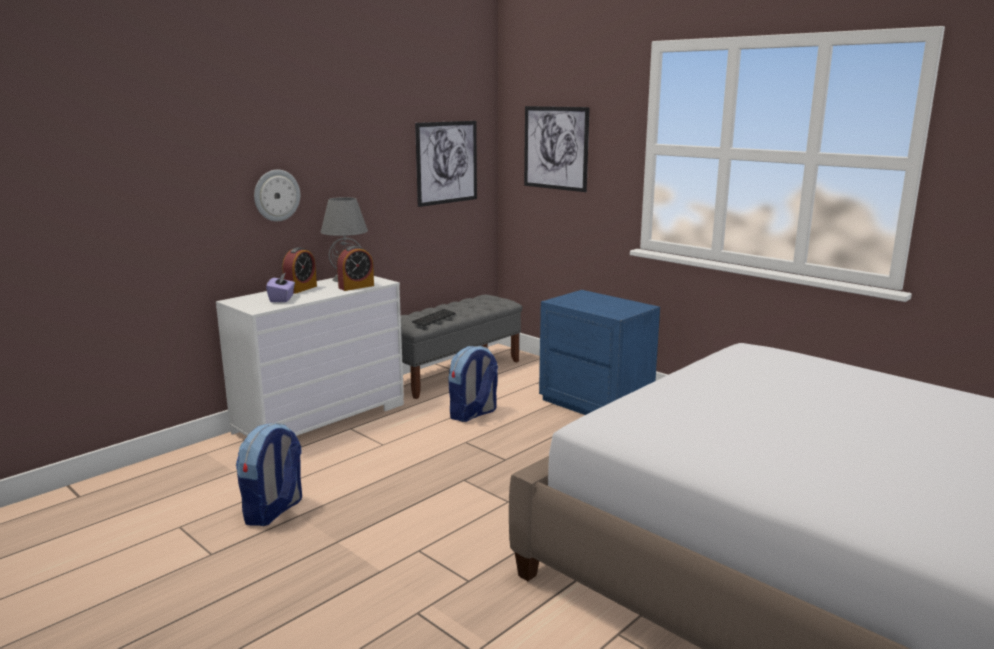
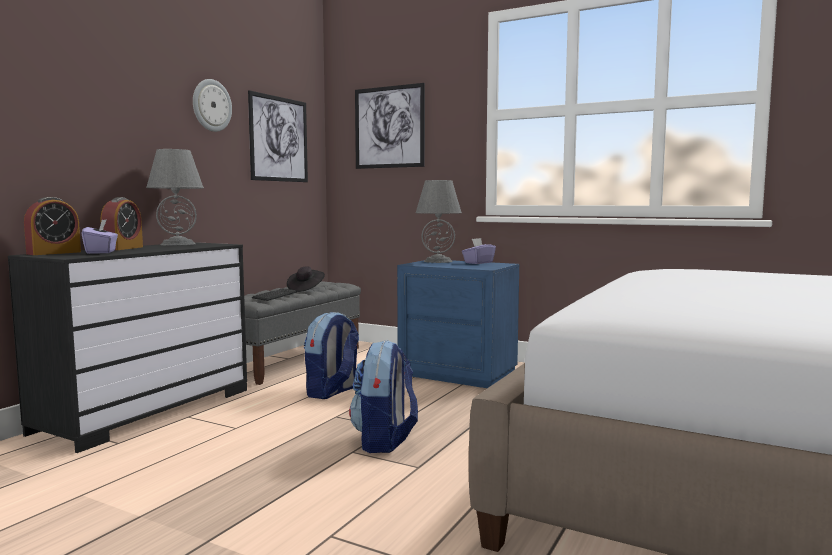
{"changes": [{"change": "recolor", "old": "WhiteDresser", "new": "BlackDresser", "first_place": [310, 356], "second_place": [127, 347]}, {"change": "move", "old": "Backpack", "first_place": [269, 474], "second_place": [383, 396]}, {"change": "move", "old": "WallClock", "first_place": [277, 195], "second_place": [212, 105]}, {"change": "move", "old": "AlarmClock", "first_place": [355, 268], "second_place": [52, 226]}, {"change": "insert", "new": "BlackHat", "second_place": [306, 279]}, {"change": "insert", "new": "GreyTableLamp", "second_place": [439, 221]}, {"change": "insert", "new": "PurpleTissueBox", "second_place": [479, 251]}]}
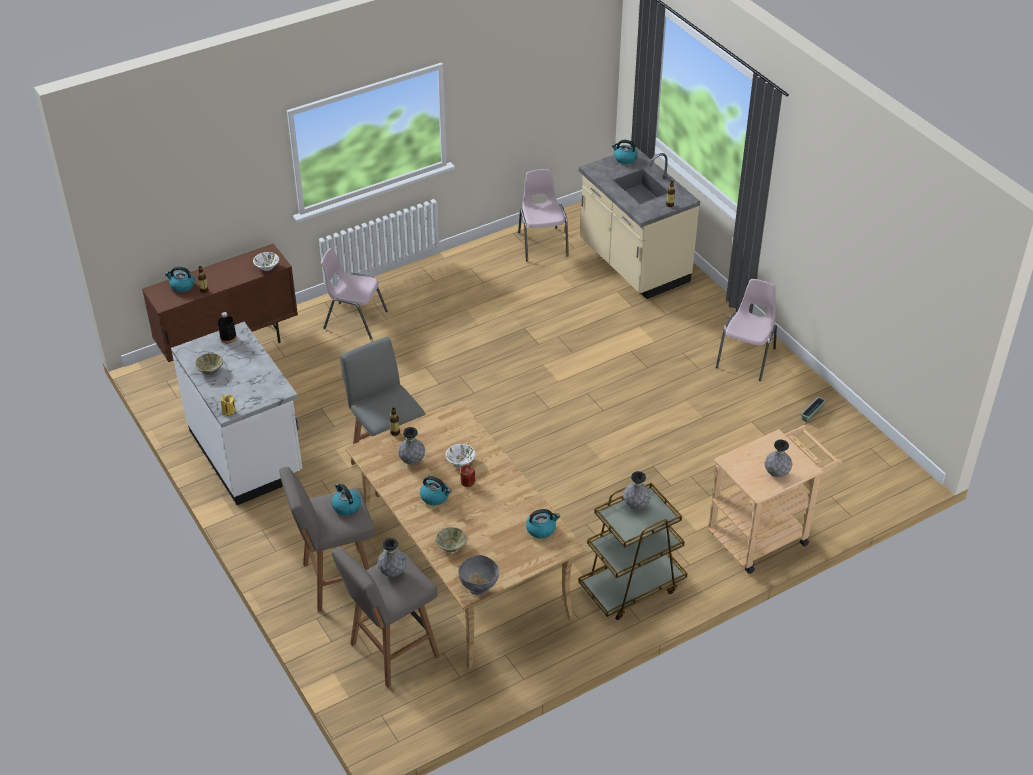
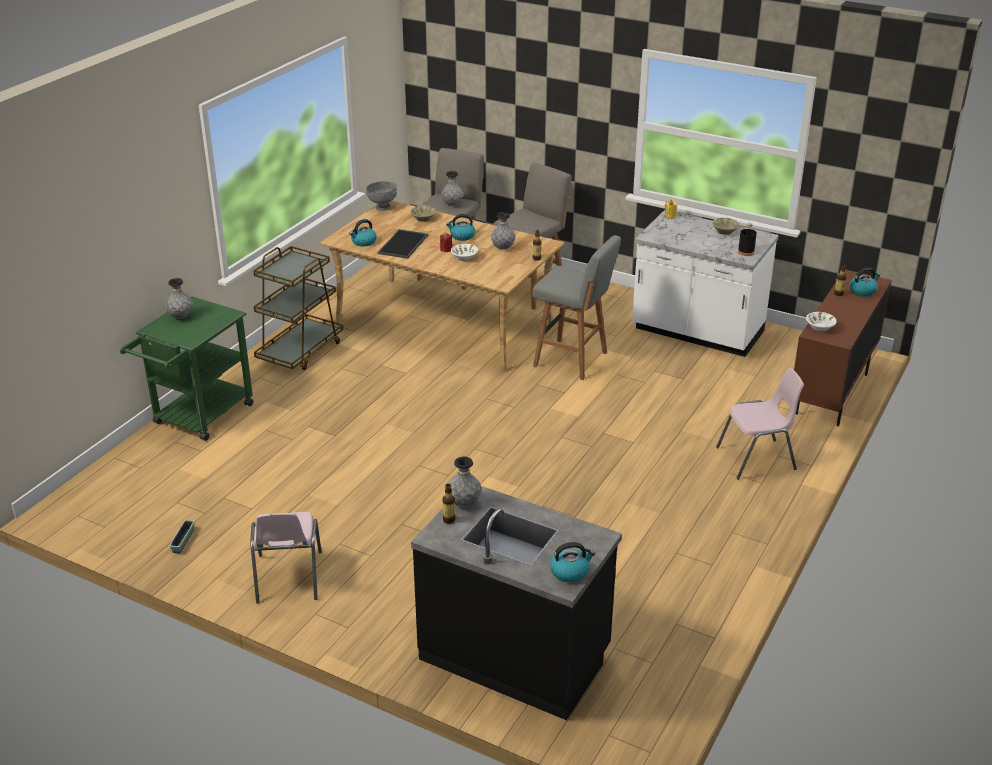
{"changes": [{"change": "delete", "old": "Kettle", "first_place": [346, 499]}, {"change": "delete", "old": "PinkChair", "first_place": [543, 215]}, {"change": "recolor", "old": "BeigeCounter", "new": "BlackCounter", "first_place": [639, 223], "second_place": [516, 603]}, {"change": "move", "old": "GreyVase", "first_place": [637, 490], "second_place": [464, 482]}, {"change": "recolor", "old": "BeigeCart", "new": "GreenCart", "first_place": [775, 499], "second_place": [186, 368]}, {"change": "insert", "new": "Tray", "second_place": [403, 244]}]}
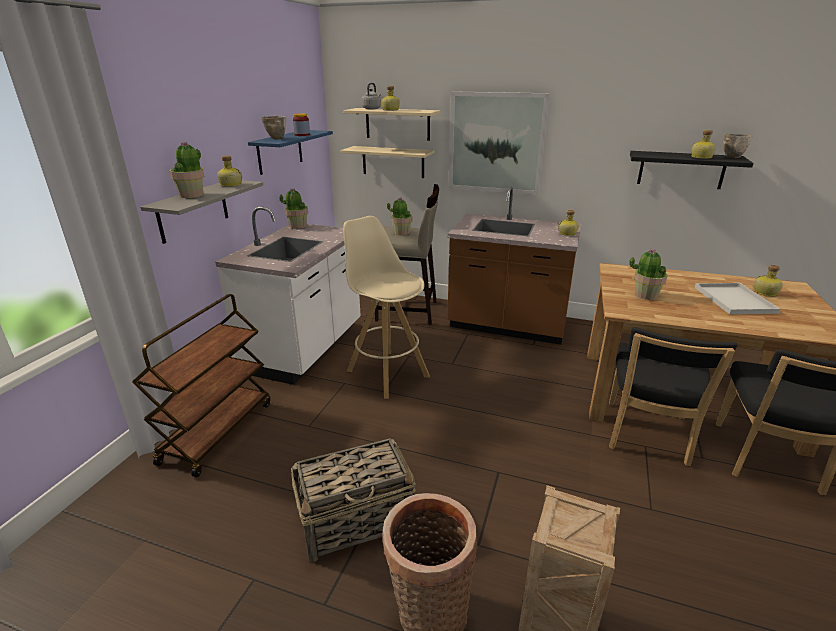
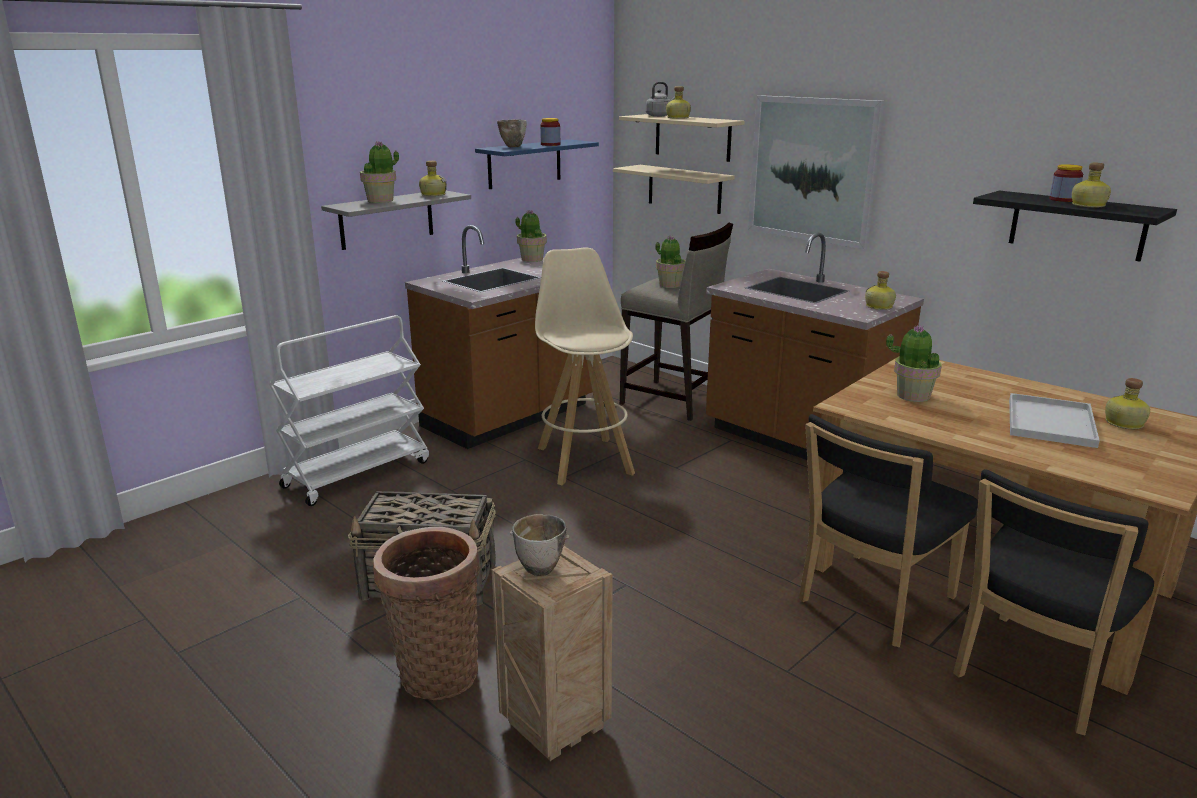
{"changes": [{"change": "recolor", "old": "BrownCart", "new": "WhiteCart", "first_place": [201, 385], "second_place": [349, 410]}, {"change": "recolor", "old": "WhiteCounter", "new": "BrownCounter", "first_place": [288, 295], "second_place": [499, 337]}, {"change": "move", "old": "Bowl", "first_place": [737, 146], "second_place": [539, 545]}, {"change": "insert", "new": "Jar", "second_place": [1066, 183]}]}
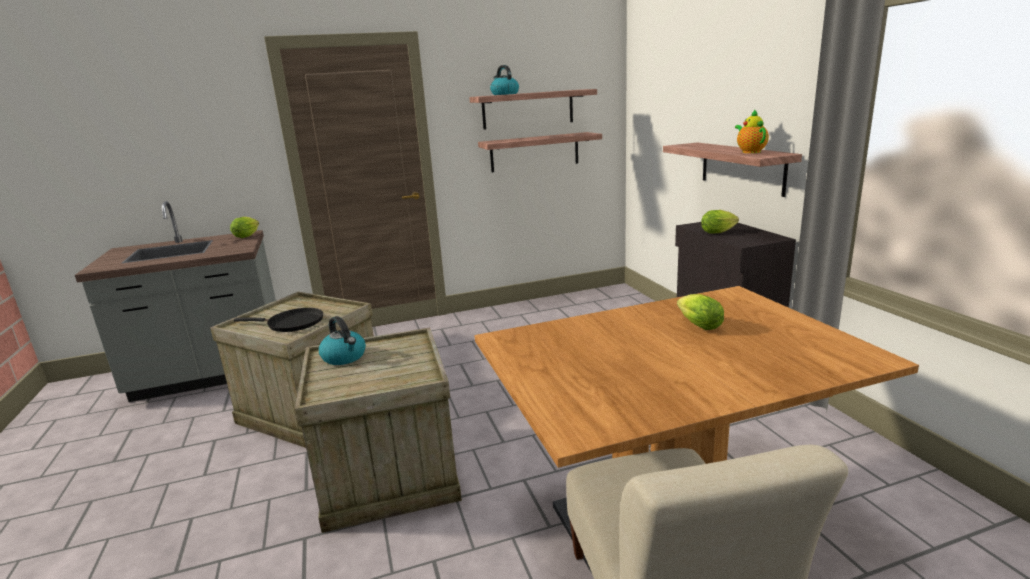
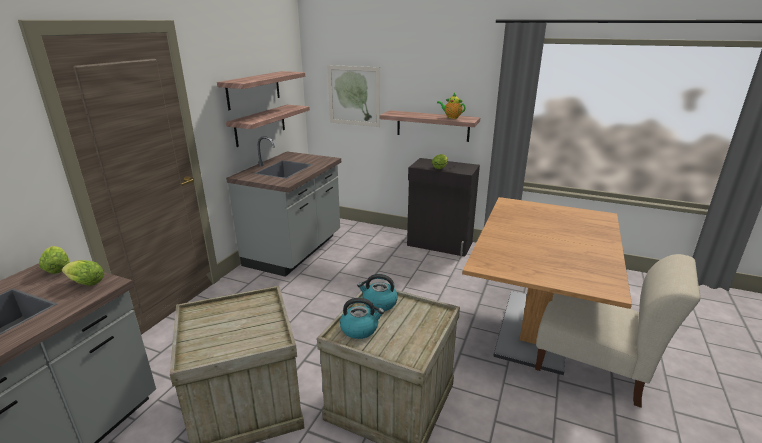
{"changes": [{"change": "delete", "old": "BlackFryingPan", "first_place": [278, 320]}, {"change": "move", "old": "Kettle", "first_place": [504, 80], "second_place": [377, 292]}, {"change": "move", "old": "Lettuce", "first_place": [700, 312], "second_place": [83, 273]}, {"change": "insert", "new": "GreyCounter", "second_place": [283, 206]}, {"change": "insert", "new": "Picture", "second_place": [353, 96]}]}
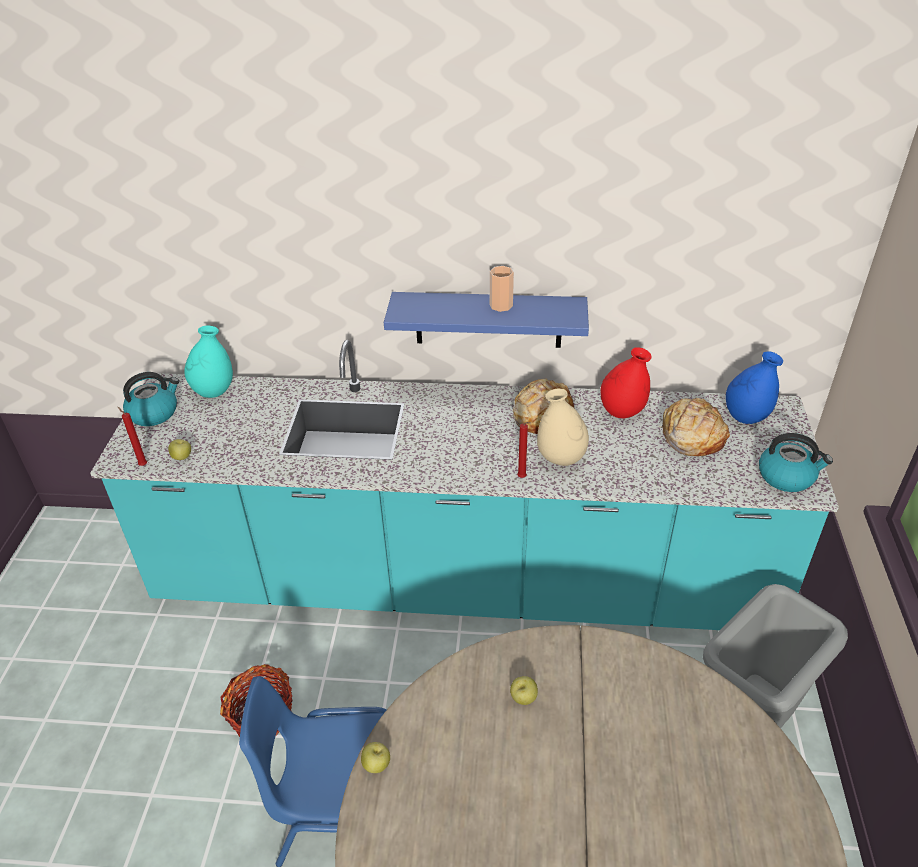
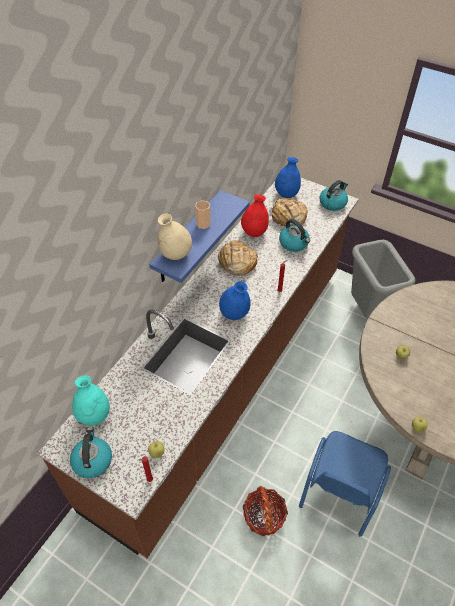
{"changes": [{"change": "recolor", "old": "TurquoiseCounter", "new": "BrownCounter", "first_place": [464, 485], "second_place": [198, 367]}, {"change": "move", "old": "BeigeVase", "first_place": [563, 427], "second_place": [174, 237]}, {"change": "insert", "new": "BlueVase", "second_place": [234, 300]}, {"change": "insert", "new": "Kettle", "second_place": [294, 235]}]}
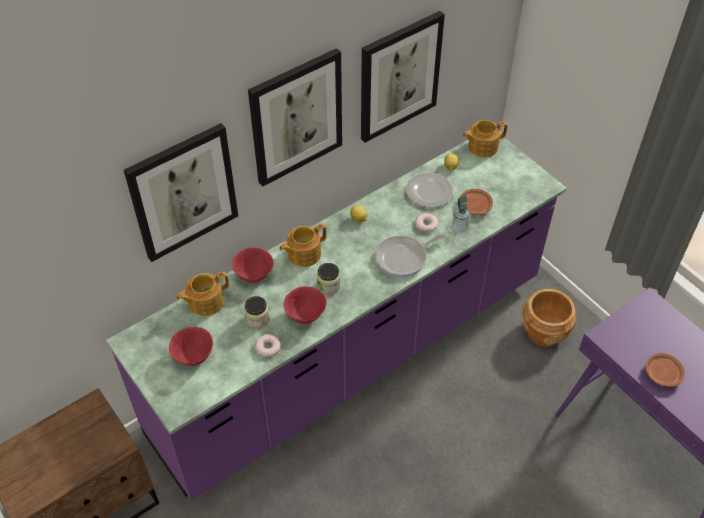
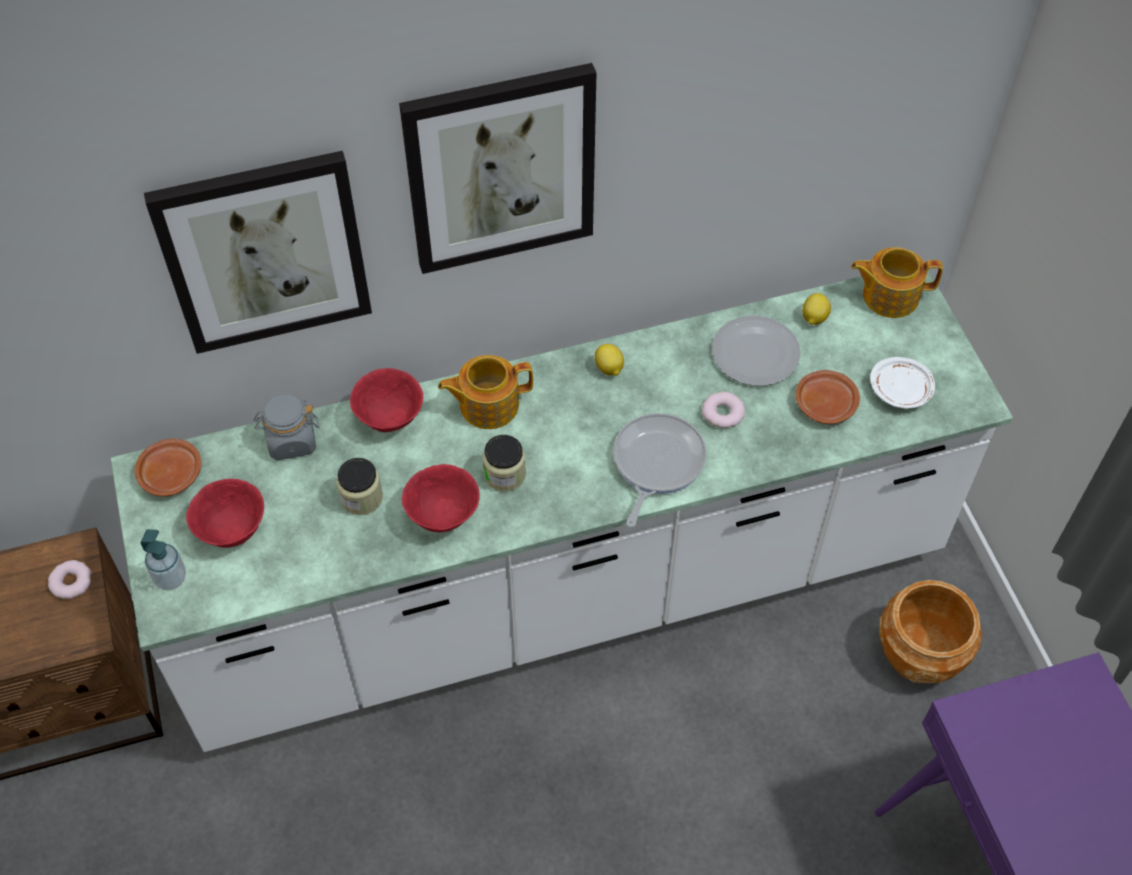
{"changes": [{"change": "recolor", "old": "PurpleCounter", "new": "WhiteCounter", "first_place": [336, 317], "second_place": [562, 511]}, {"change": "replace", "old": "Teapot", "new": "GreyJar", "first_place": [202, 294], "second_place": [287, 427]}, {"change": "move", "old": "Donut", "first_place": [268, 345], "second_place": [70, 579]}, {"change": "delete", "old": "Picture", "first_place": [403, 77]}, {"change": "rotate", "old": "FryingPan", "first_place": [410, 255], "second_place": [660, 470], "degrees": 120}, {"change": "move", "old": "SoapDispenser", "first_place": [461, 214], "second_place": [163, 559]}, {"change": "move", "old": "BrownPlate", "first_place": [665, 370], "second_place": [168, 468]}, {"change": "insert", "new": "WhitePlate", "second_place": [902, 383]}]}
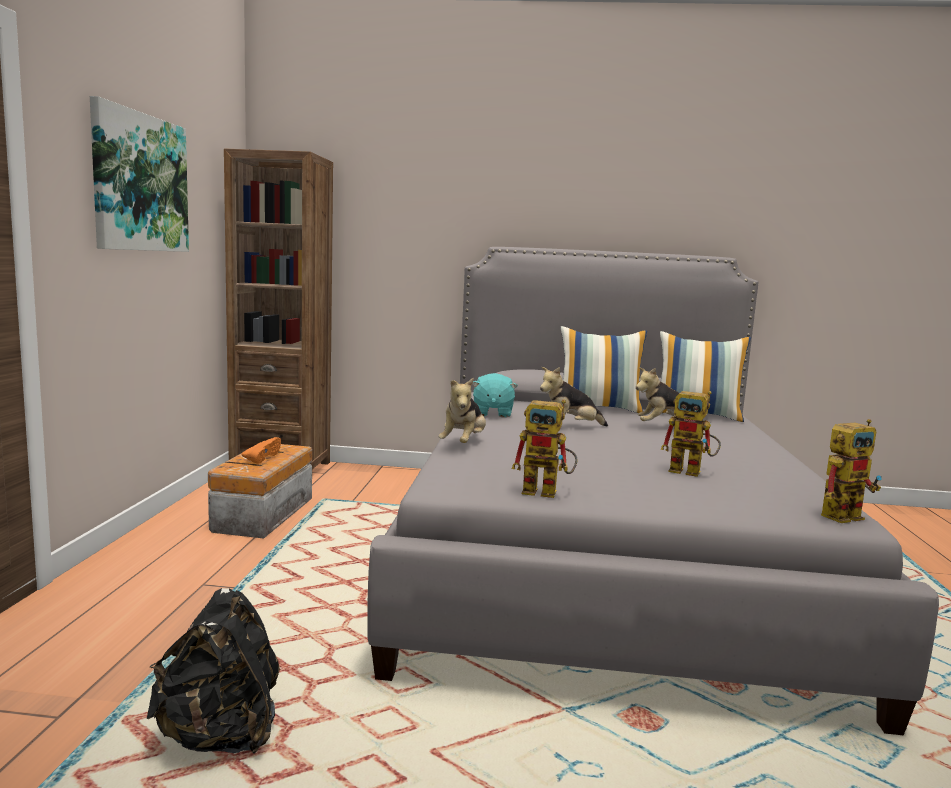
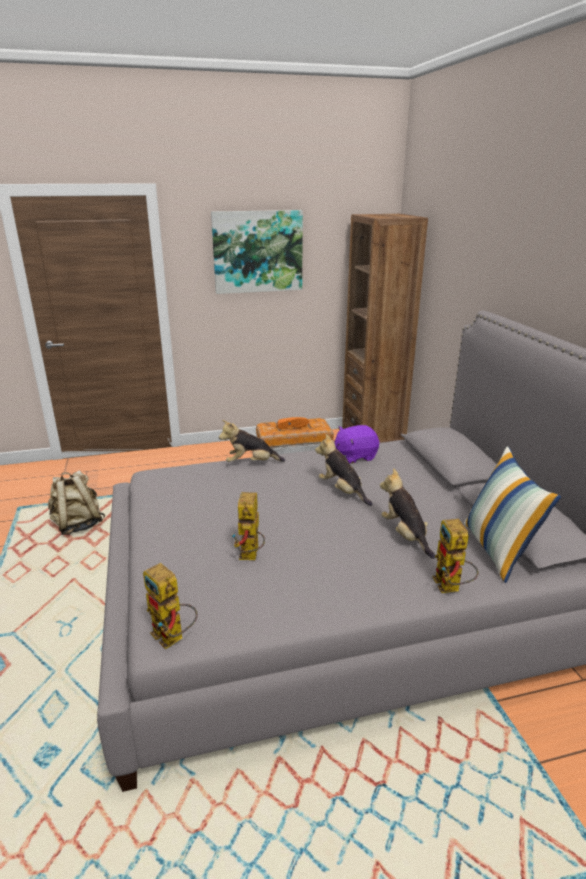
{"changes": [{"change": "recolor", "old": "BlackBackpack", "new": "BeigeBackpack", "first_place": [213, 671], "second_place": [76, 502]}, {"change": "recolor", "old": "TurquoisePlushToy", "new": "PurplePlushToy", "first_place": [495, 395], "second_place": [356, 444]}, {"change": "move", "old": "ToyRobot", "first_place": [544, 448], "second_place": [455, 556]}, {"change": "delete", "old": "Pillow", "first_place": [604, 369]}]}
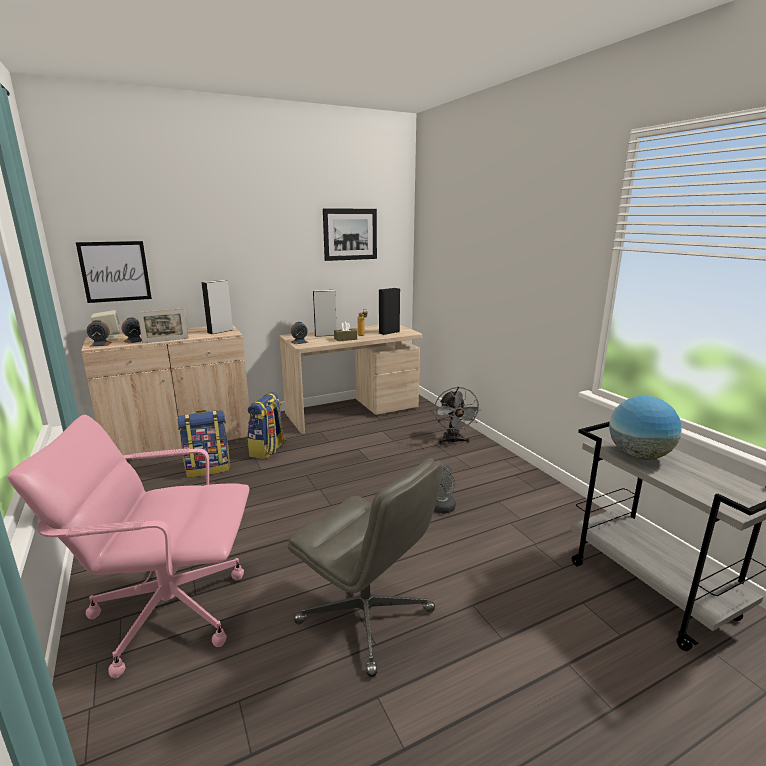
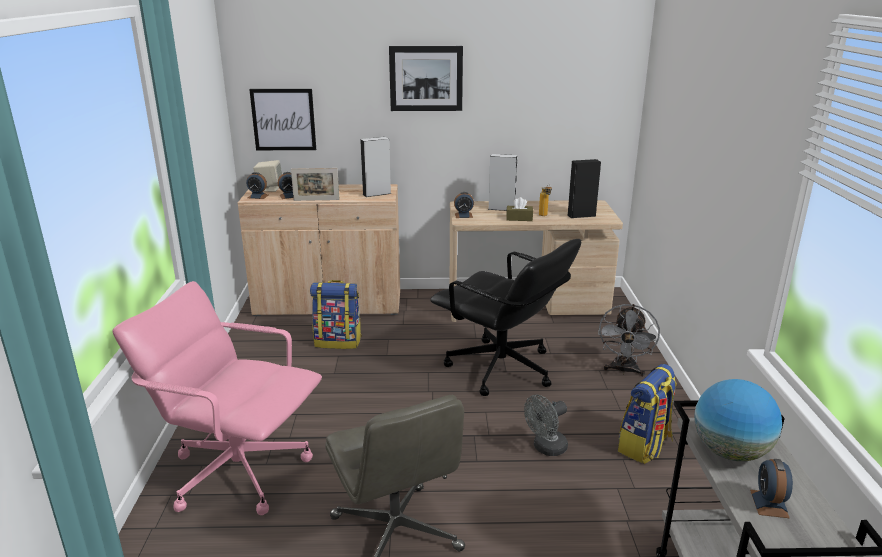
{"changes": [{"change": "move", "old": "Backpack", "first_place": [267, 425], "second_place": [647, 414]}, {"change": "move", "old": "Picture", "first_place": [350, 234], "second_place": [426, 78]}, {"change": "insert", "new": "BlackOfficeChair", "second_place": [505, 317]}, {"change": "insert", "new": "AlarmClock", "second_place": [771, 488]}]}
